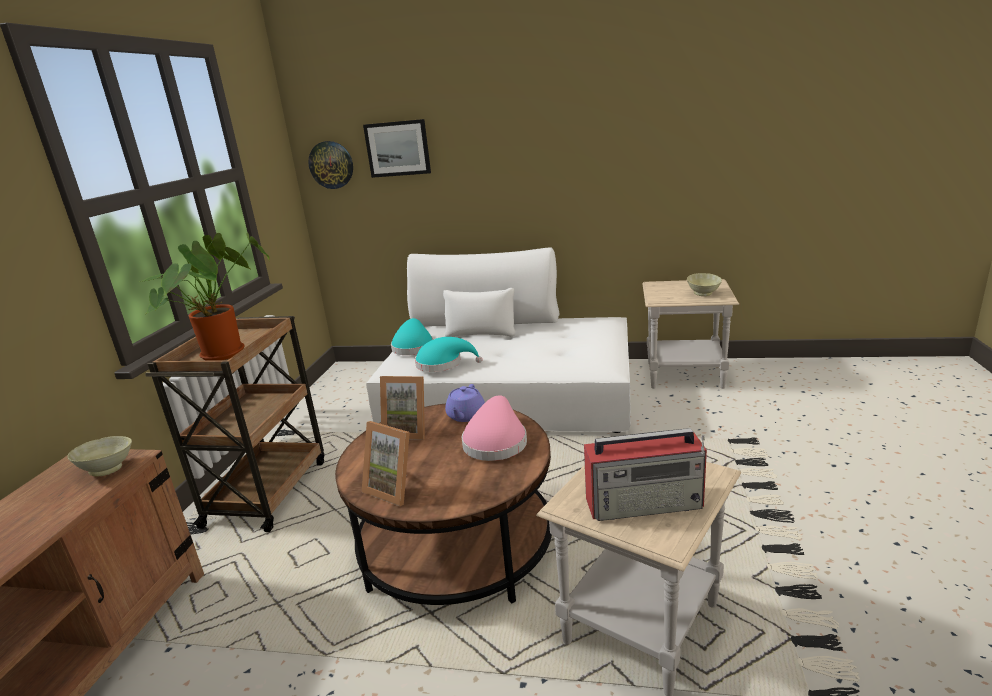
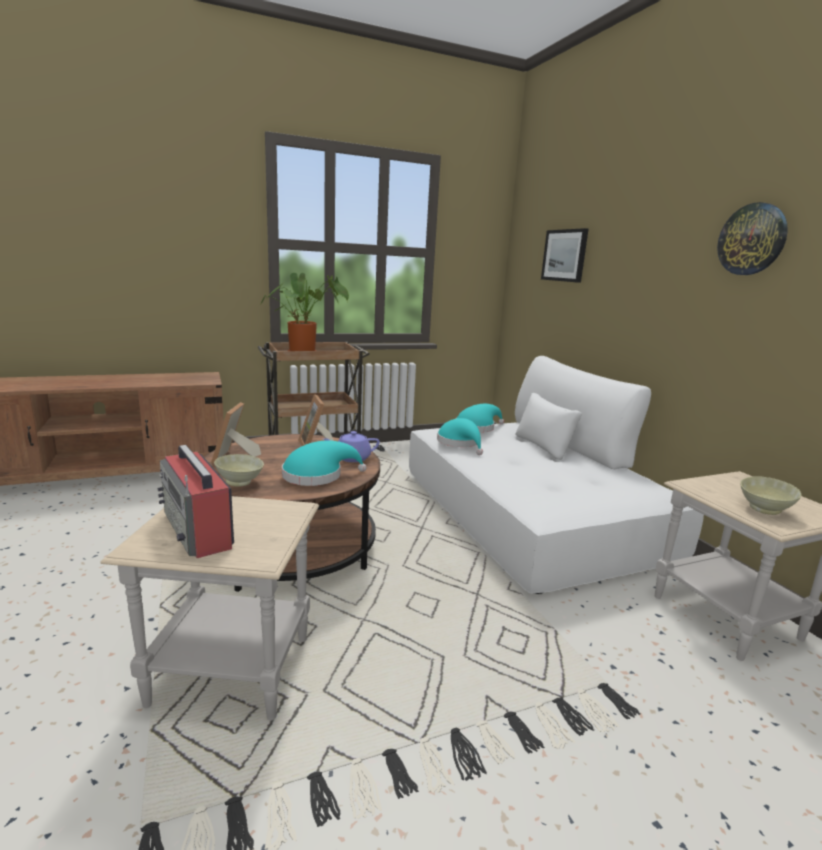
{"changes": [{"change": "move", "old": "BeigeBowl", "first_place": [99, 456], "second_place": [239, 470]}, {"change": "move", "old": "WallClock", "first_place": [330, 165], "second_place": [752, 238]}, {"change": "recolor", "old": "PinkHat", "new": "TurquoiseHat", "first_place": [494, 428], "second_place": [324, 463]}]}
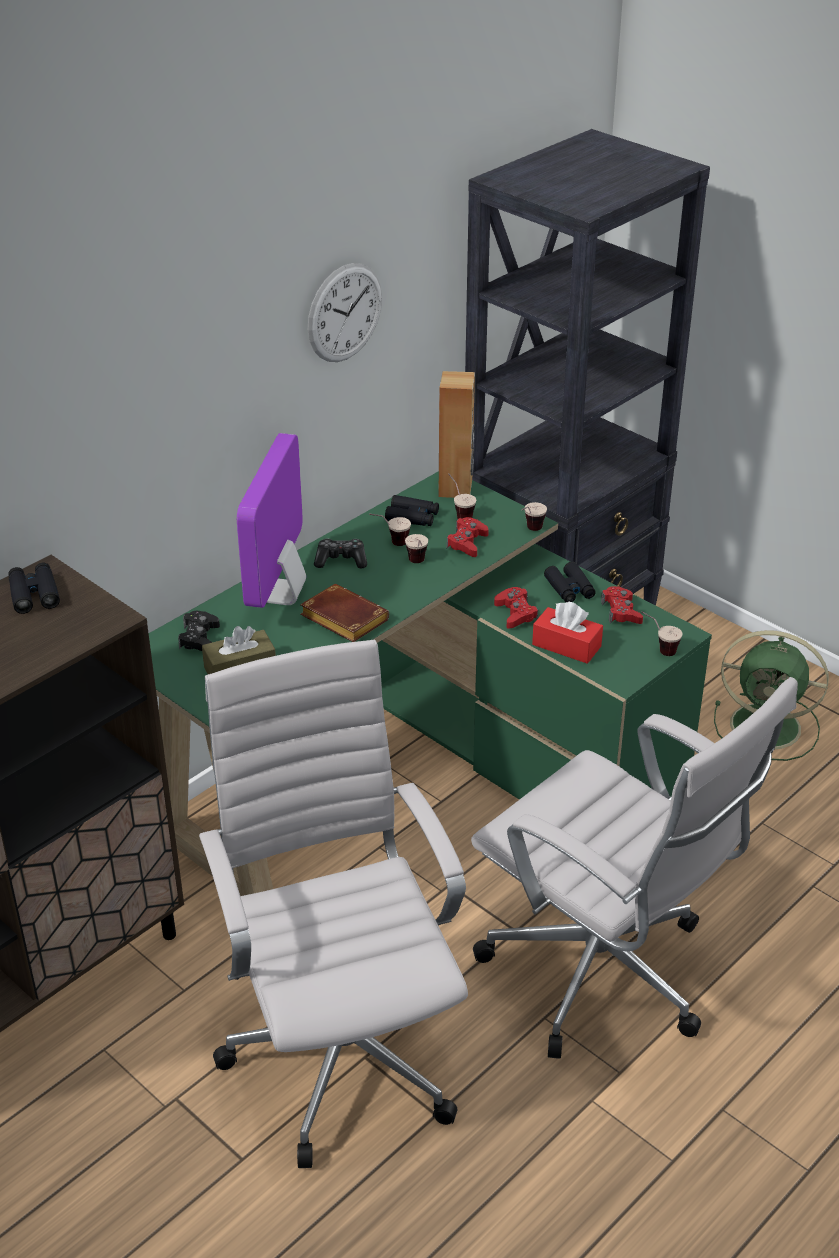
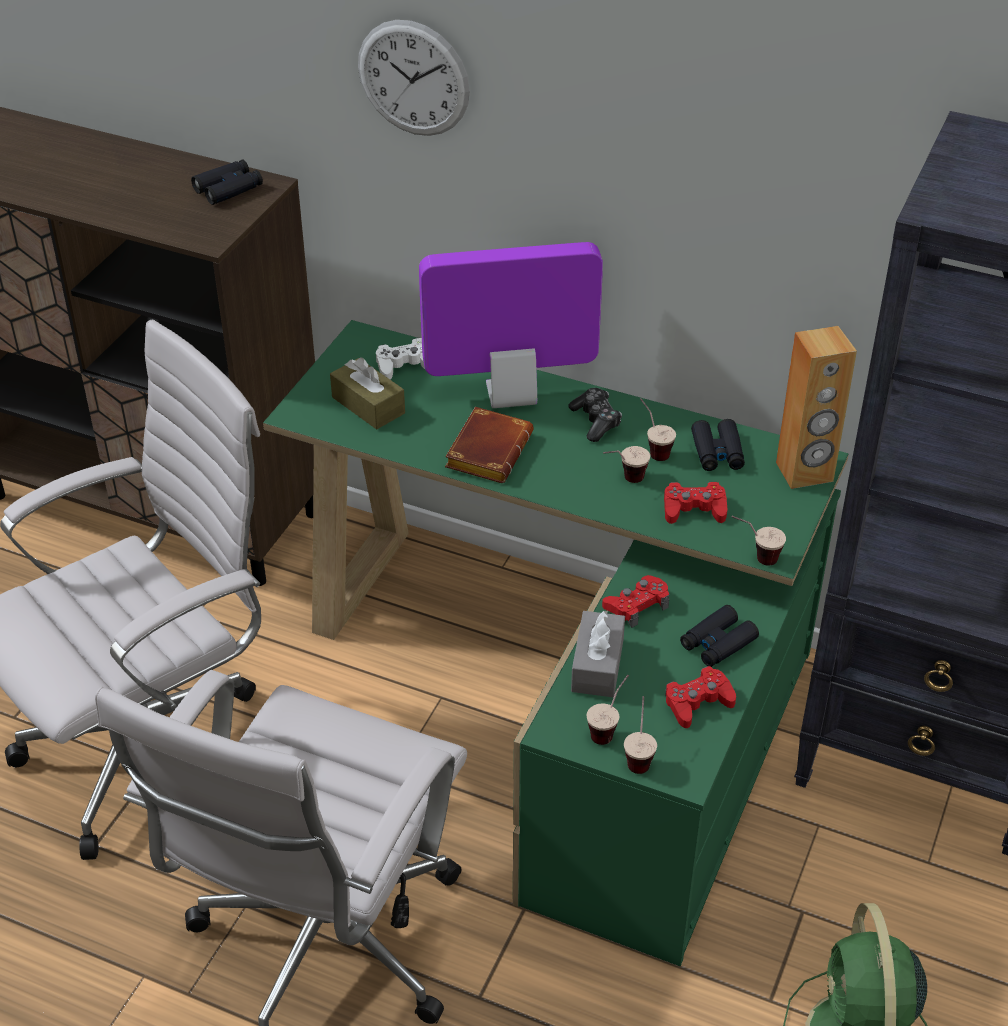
{"changes": [{"change": "recolor", "old": "BlackGameController", "new": "WhiteGameController", "first_place": [199, 631], "second_place": [400, 359]}, {"change": "move", "old": "WallClock", "first_place": [345, 312], "second_place": [414, 78]}, {"change": "move", "old": "Cup", "first_place": [462, 496], "second_place": [608, 710]}, {"change": "recolor", "old": "RedTissueBox", "new": "GreyTissueBox", "first_place": [567, 633], "second_place": [598, 654]}]}
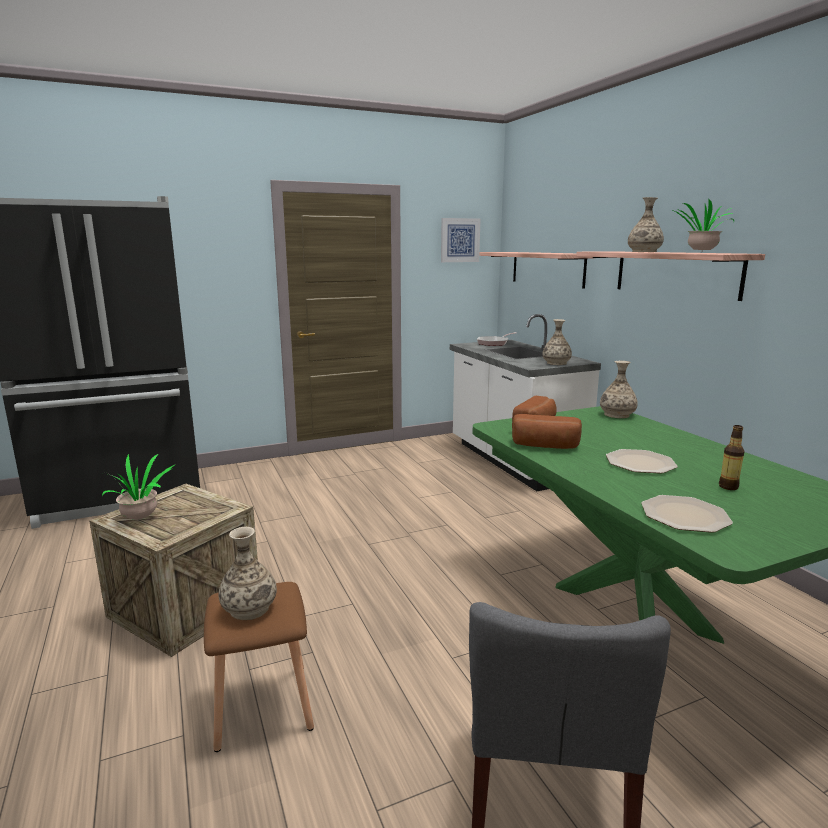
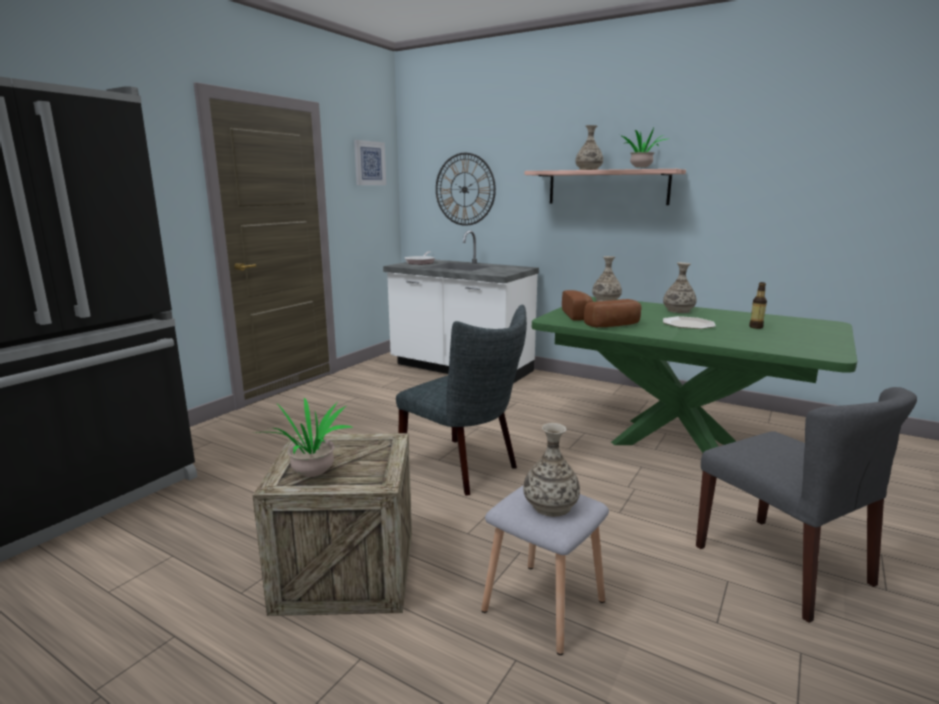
{"changes": [{"change": "recolor", "old": "BrownStool", "new": "GreyStool", "first_place": [259, 667], "second_place": [545, 570]}, {"change": "replace", "old": "Shelf", "new": "WallClock", "first_place": [536, 270], "second_place": [466, 189]}, {"change": "move", "old": "Vase", "first_place": [557, 342], "second_place": [680, 287]}, {"change": "delete", "old": "Plate", "first_place": [687, 514]}, {"change": "insert", "new": "GreyChair", "second_place": [461, 400]}]}
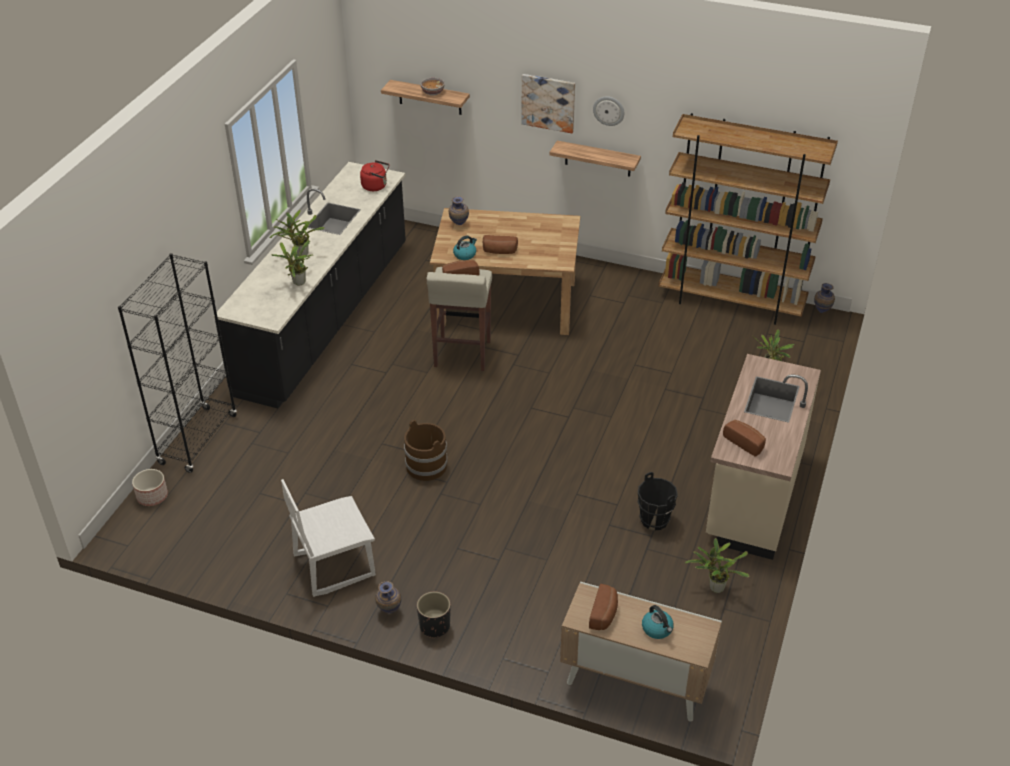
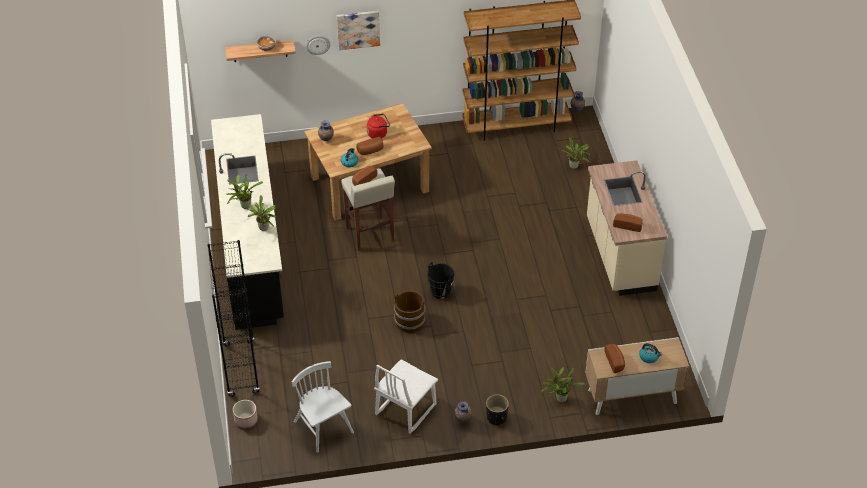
{"changes": [{"change": "move", "old": "RedKettle", "first_place": [374, 175], "second_place": [378, 126]}, {"change": "delete", "old": "Shelf", "first_place": [595, 159]}, {"change": "move", "old": "WallClock", "first_place": [608, 111], "second_place": [318, 45]}, {"change": "move", "old": "BlackBucket", "first_place": [658, 501], "second_place": [440, 280]}, {"change": "move", "old": "PottedPlant", "first_place": [717, 565], "second_place": [562, 384]}, {"change": "insert", "new": "WhiteChair", "second_place": [323, 407]}]}
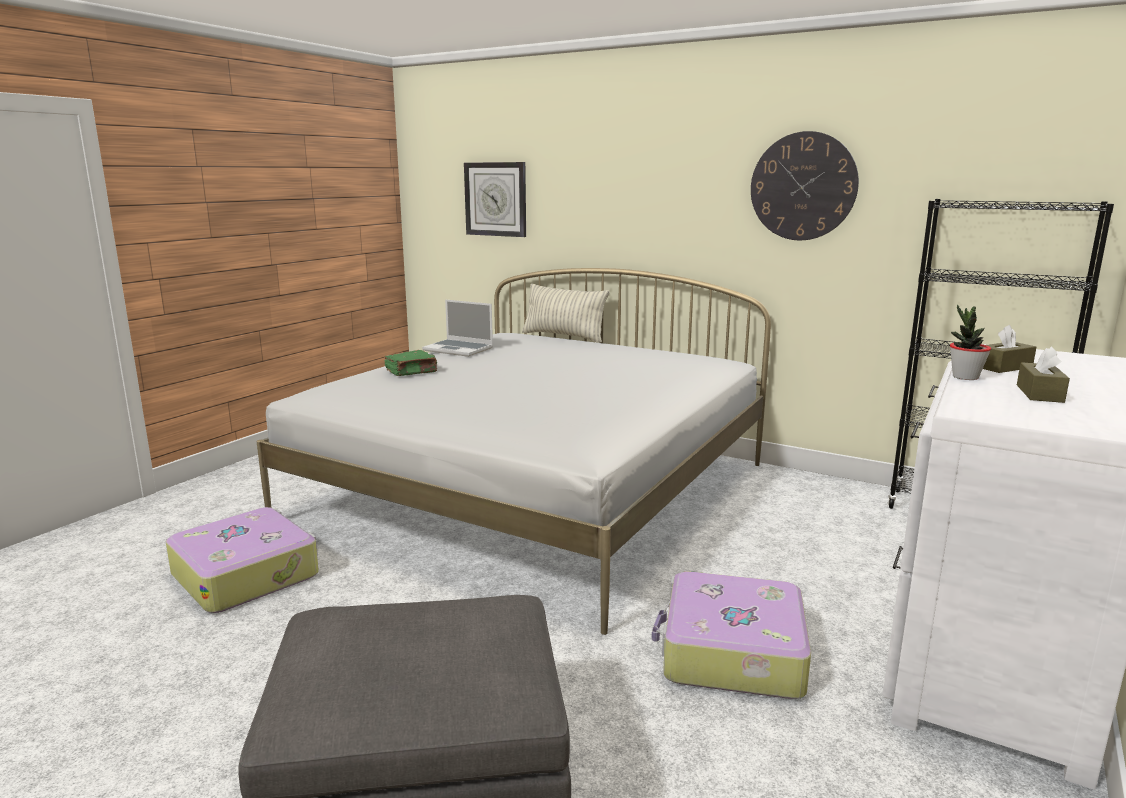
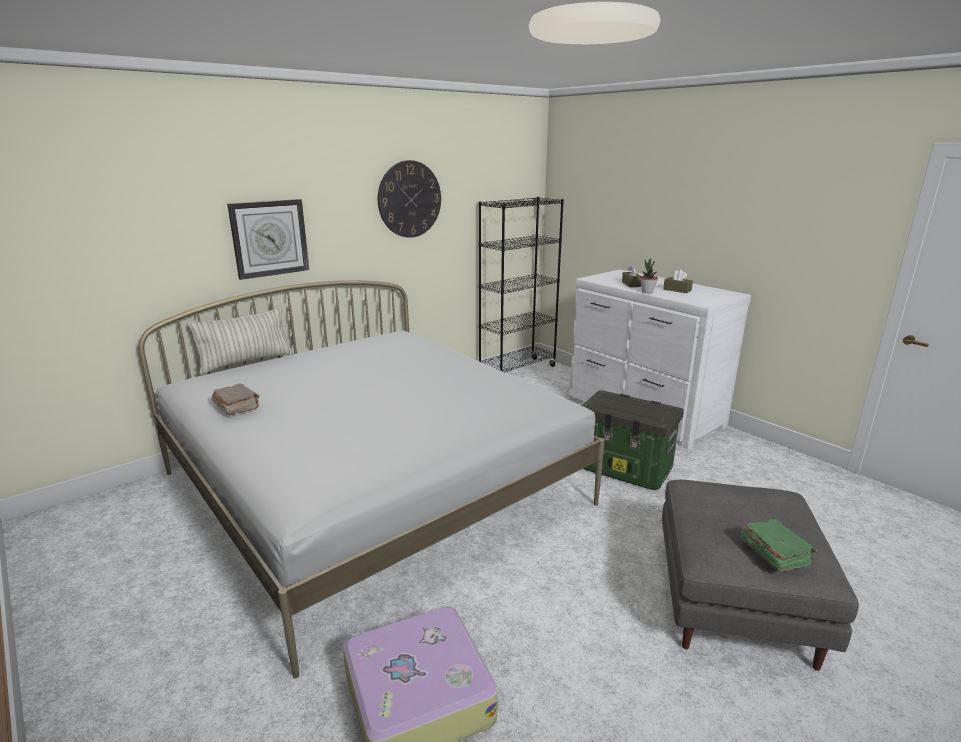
{"changes": [{"change": "move", "old": "GreenBook", "first_place": [411, 363], "second_place": [779, 545]}, {"change": "replace", "old": "Laptop", "new": "BrownBook", "first_place": [457, 328], "second_place": [235, 399]}, {"change": "move", "old": "WallClock", "first_place": [495, 199], "second_place": [268, 239]}, {"change": "replace", "old": "Suitcase", "new": "StorageBox", "first_place": [731, 635], "second_place": [633, 440]}]}
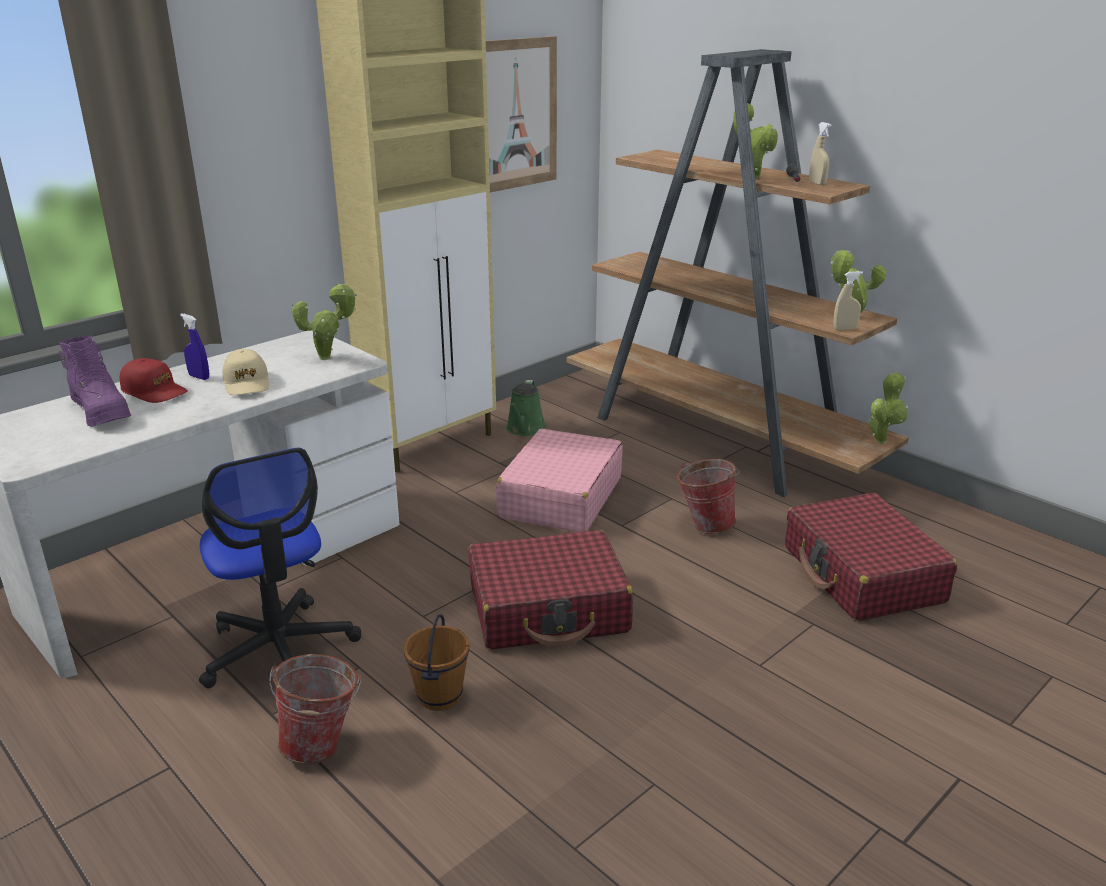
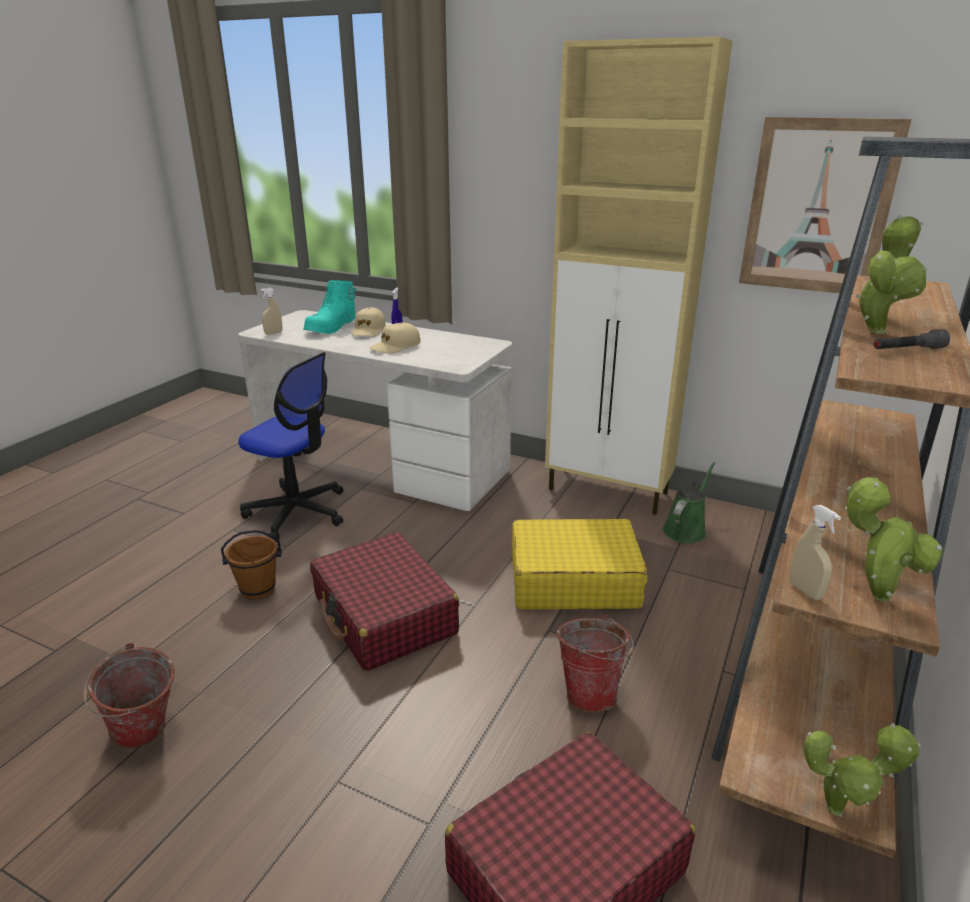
{"changes": [{"change": "recolor", "old": "PurpleBoot", "new": "TurquoiseBoot", "first_place": [95, 381], "second_place": [329, 307]}, {"change": "recolor", "old": "RedCap", "new": "BeigeCap", "first_place": [154, 380], "second_place": [368, 321]}, {"change": "rotate", "old": "OfficeChair", "first_place": [280, 568], "second_place": [290, 447], "degrees": -105}, {"change": "move", "old": "Bucket", "first_place": [315, 709], "second_place": [129, 695]}, {"change": "delete", "old": "PottedPlant", "first_place": [324, 321]}, {"change": "recolor", "old": "PinkSuitcase", "new": "YellowSuitcase", "first_place": [559, 480], "second_place": [580, 564]}, {"change": "rotate", "old": "GreenWateringCan", "first_place": [526, 408], "second_place": [689, 503], "degrees": 135}, {"change": "move", "old": "BeigeSprayBottle", "first_place": [820, 153], "second_place": [271, 311]}]}
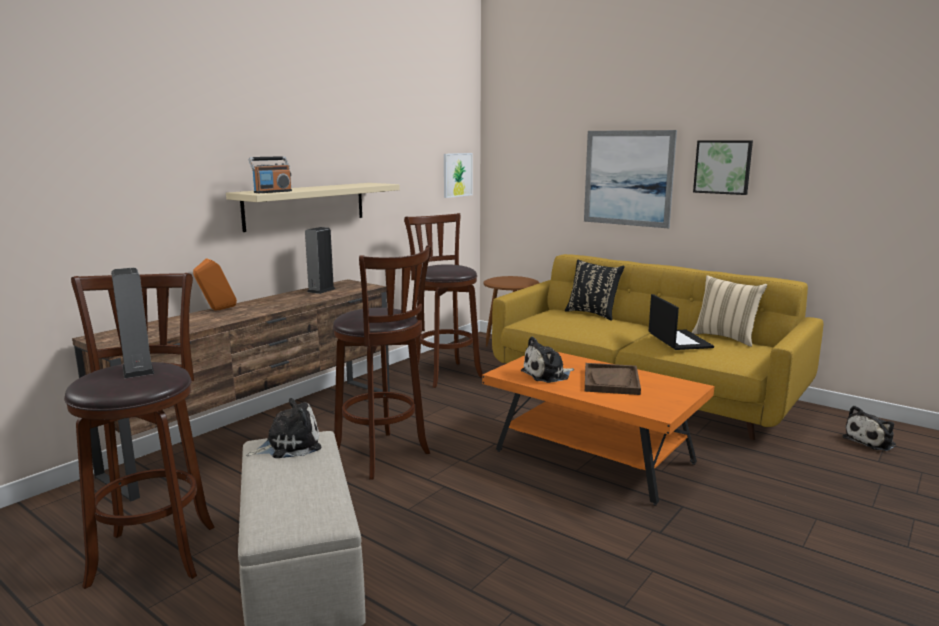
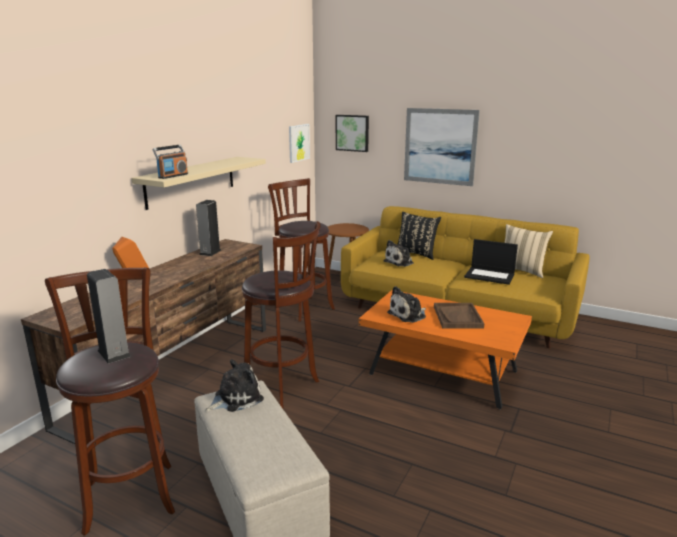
{"changes": [{"change": "rotate", "old": "Laptop", "first_place": [681, 322], "second_place": [491, 262], "degrees": 135}, {"change": "move", "old": "Picture", "first_place": [723, 167], "second_place": [352, 133]}, {"change": "move", "old": "PlushToy", "first_place": [869, 428], "second_place": [398, 253]}]}
